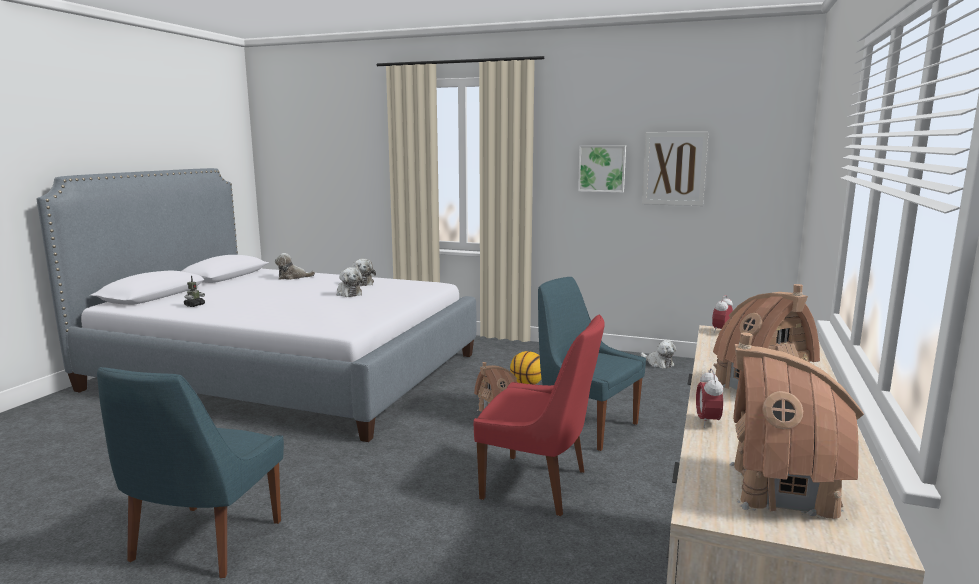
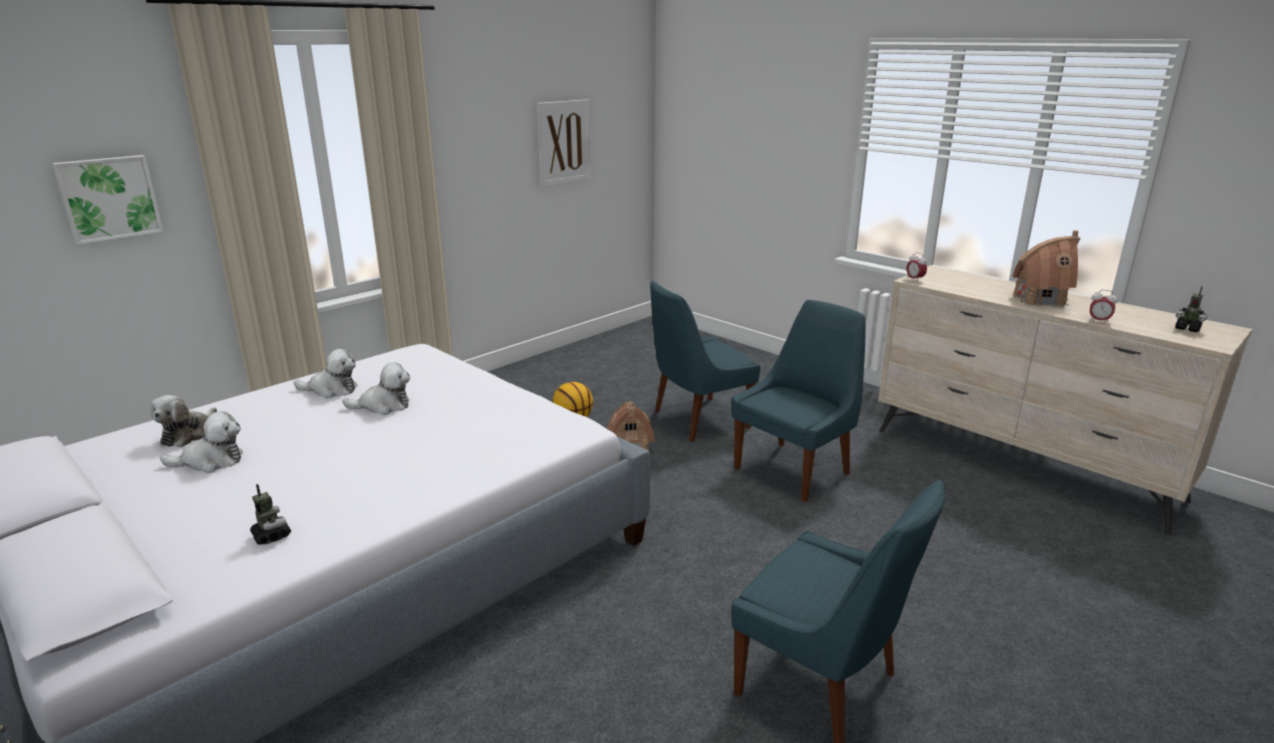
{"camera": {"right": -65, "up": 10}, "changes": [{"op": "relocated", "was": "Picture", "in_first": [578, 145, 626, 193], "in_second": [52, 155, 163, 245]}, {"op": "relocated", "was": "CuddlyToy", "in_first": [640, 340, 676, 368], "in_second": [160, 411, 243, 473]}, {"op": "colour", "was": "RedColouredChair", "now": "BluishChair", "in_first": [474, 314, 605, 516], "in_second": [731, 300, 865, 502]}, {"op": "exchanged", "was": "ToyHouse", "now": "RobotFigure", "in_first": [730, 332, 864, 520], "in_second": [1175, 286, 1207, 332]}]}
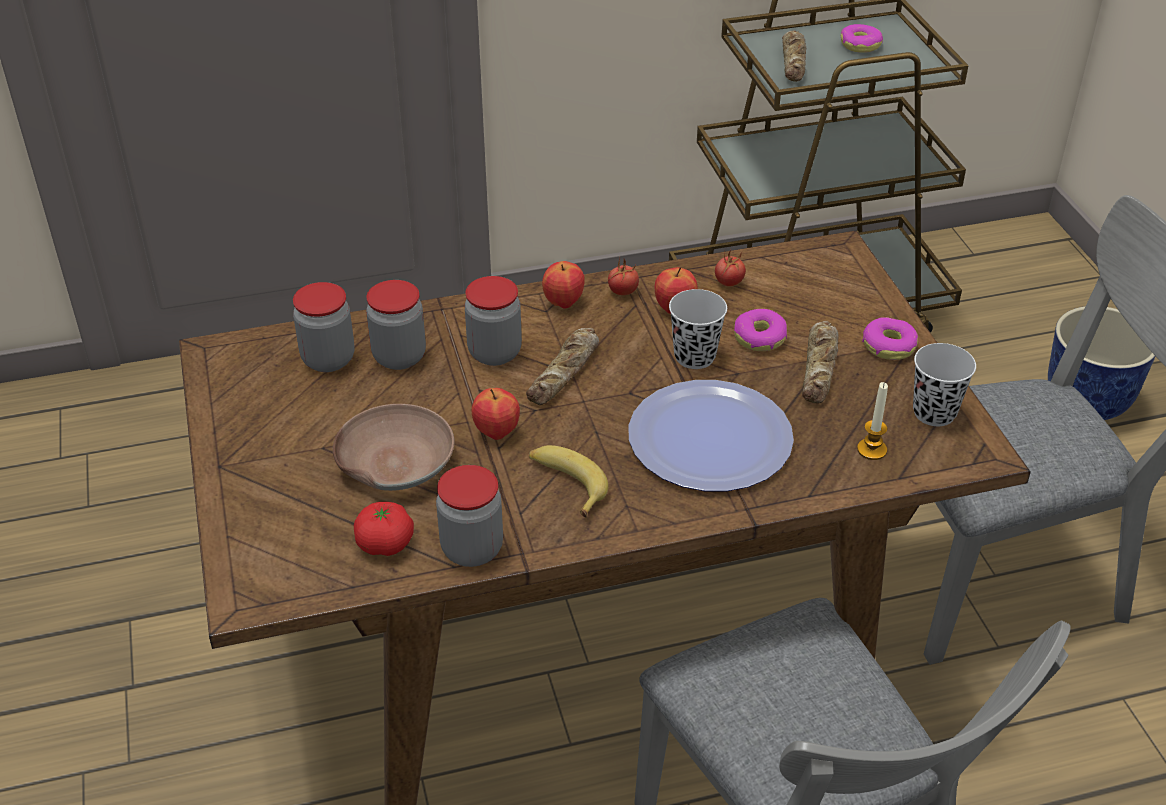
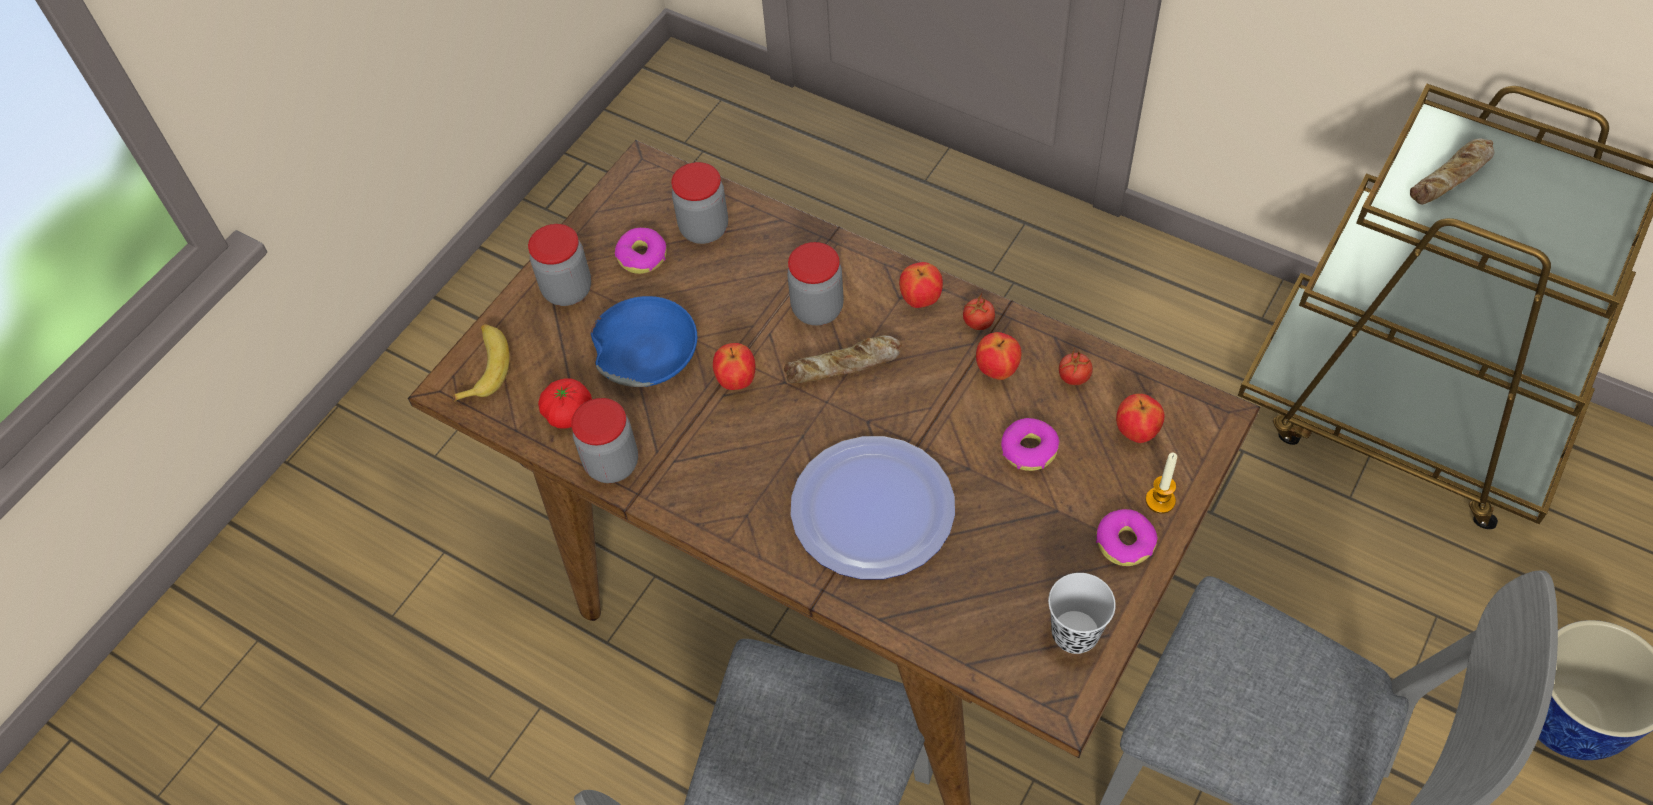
{"camera": {"right": 50, "up": 15}, "changes": [{"op": "relocated", "was": "WholeBanana", "in_first": [529, 445, 608, 517], "in_second": [453, 324, 510, 402]}, {"op": "relocated", "was": "PreserveJar", "in_first": [366, 280, 426, 370], "in_second": [528, 224, 591, 306]}, {"op": "colour", "was": "BrownColouredDeepDish", "now": "BluishDeepDish", "in_first": [333, 404, 454, 491], "in_second": [591, 296, 697, 387]}, {"op": "relocated", "was": "RingDoughnut", "in_first": [841, 24, 883, 53], "in_second": [615, 228, 667, 274]}, {"op": "appeared", "now": "Apple", "in_second": [1116, 394, 1165, 443]}, {"op": "relocated", "was": "WaxCandle", "in_first": [857, 382, 888, 460], "in_second": [1145, 453, 1177, 513]}, {"op": "missing", "was": "BlackColouredDrinkingCup", "in_first": [669, 289, 727, 369]}, {"op": "missing", "was": "BakeryBread", "in_first": [802, 321, 839, 404]}]}
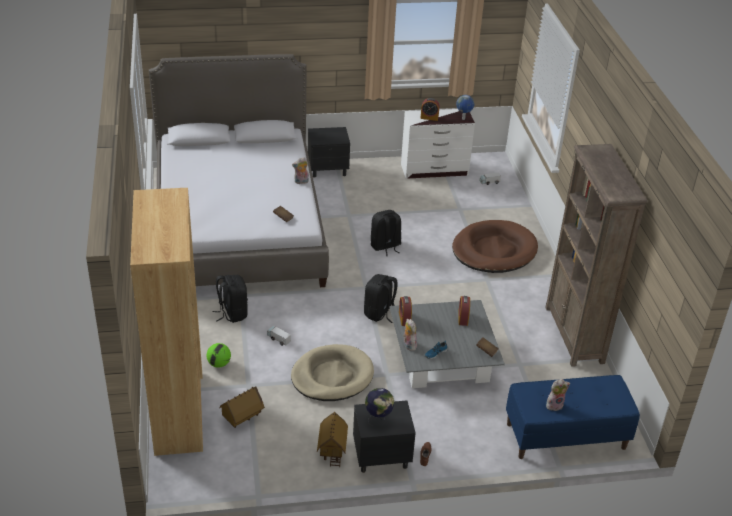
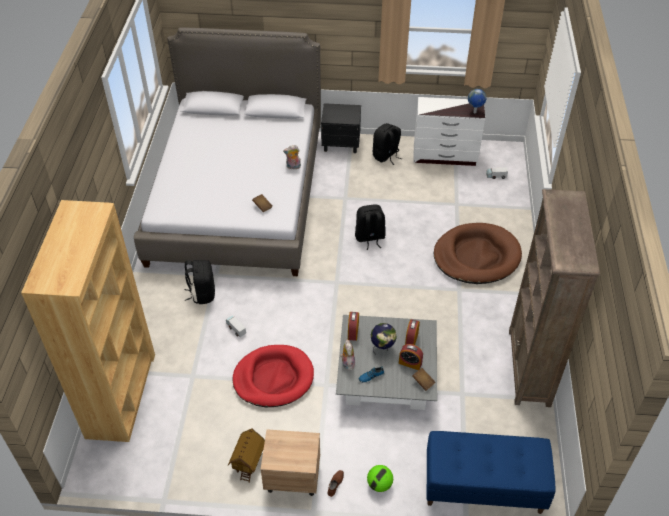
{"camera": {"right": 15, "up": 10}, "changes": [{"op": "colour", "was": "SandColouredPetBed", "now": "RedColouredPetBed", "in_first": [291, 344, 374, 401], "in_second": [233, 345, 314, 407]}, {"op": "colour", "was": "BlackColouredNightTable", "now": "SandColouredNightTable", "in_first": [353, 401, 416, 473], "in_second": [260, 429, 320, 496]}, {"op": "relocated", "was": "Football", "in_first": [207, 343, 231, 368], "in_second": [367, 465, 393, 492]}, {"op": "relocated", "was": "Globe", "in_first": [365, 388, 394, 426], "in_second": [371, 323, 397, 355]}, {"op": "relocated", "was": "BlackColouredRucksack", "in_first": [364, 274, 398, 323], "in_second": [373, 123, 402, 165]}, {"op": "relocated", "was": "TableClock", "in_first": [420, 98, 440, 121], "in_second": [399, 344, 423, 370]}, {"op": "missing", "was": "ToyHouse", "in_first": [219, 386, 265, 428]}, {"op": "missing", "was": "CuddlyToy", "in_first": [546, 379, 570, 411]}]}
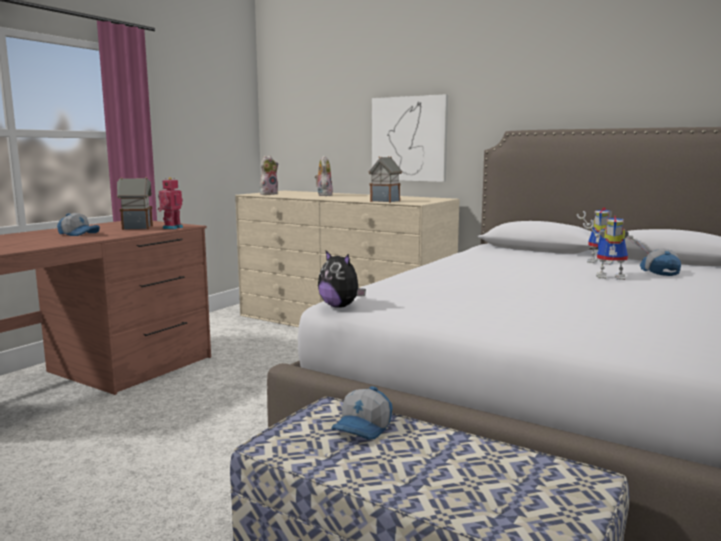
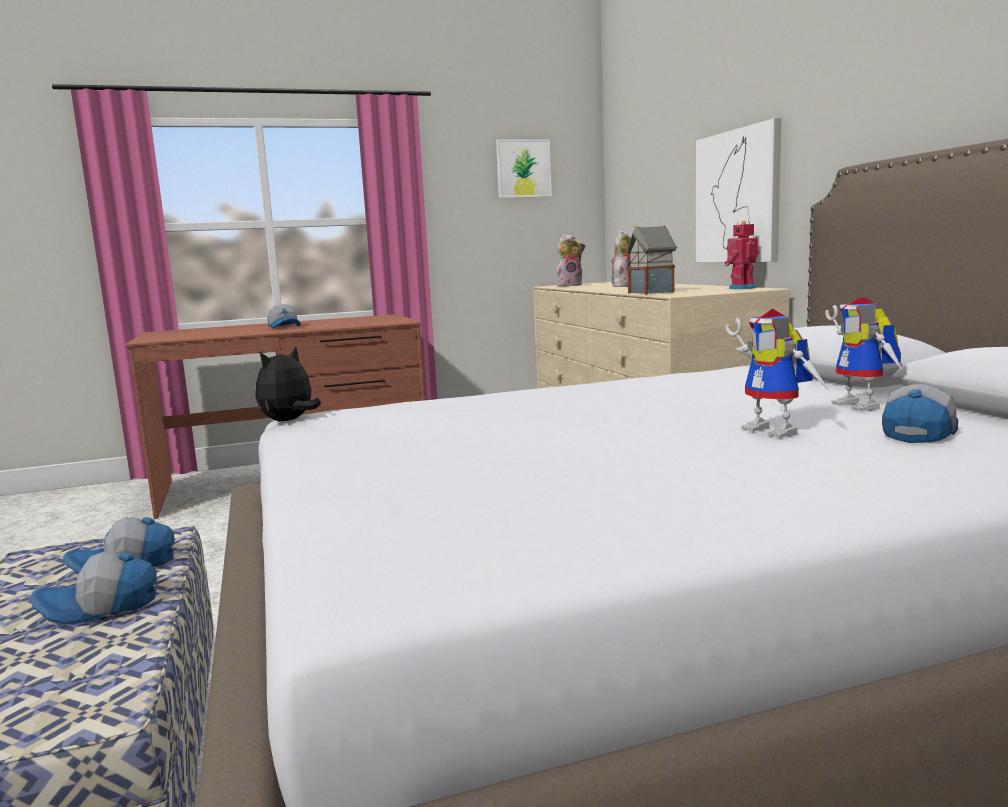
{"camera": {"right": 40, "up": 0}, "changes": [{"op": "appeared", "now": "PeakedCap", "in_second": [30, 551, 157, 625]}, {"op": "spun", "was": "CuddlyToy", "in_first": [318, 251, 366, 308], "in_second": [255, 347, 321, 421], "clockwise": 45}, {"op": "appeared", "now": "Picture", "in_second": [496, 139, 552, 198]}, {"op": "relocated", "was": "RobotFigure", "in_first": [158, 177, 183, 229], "in_second": [724, 221, 759, 289]}, {"op": "missing", "was": "ToyHouse", "in_first": [117, 177, 153, 230]}]}
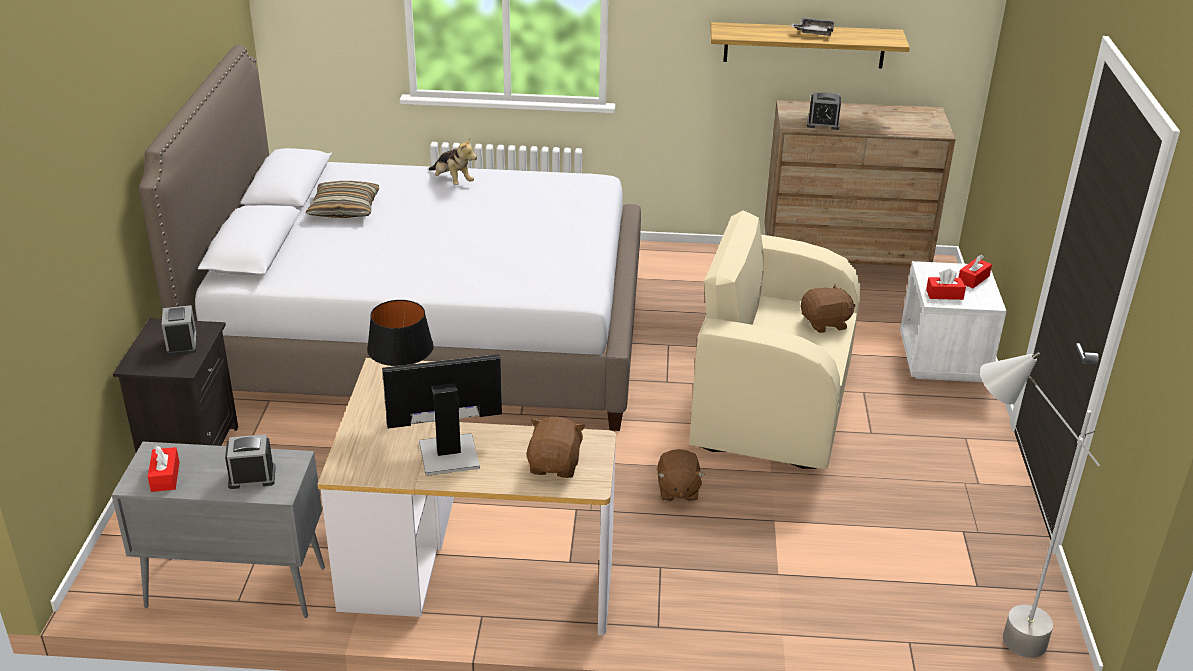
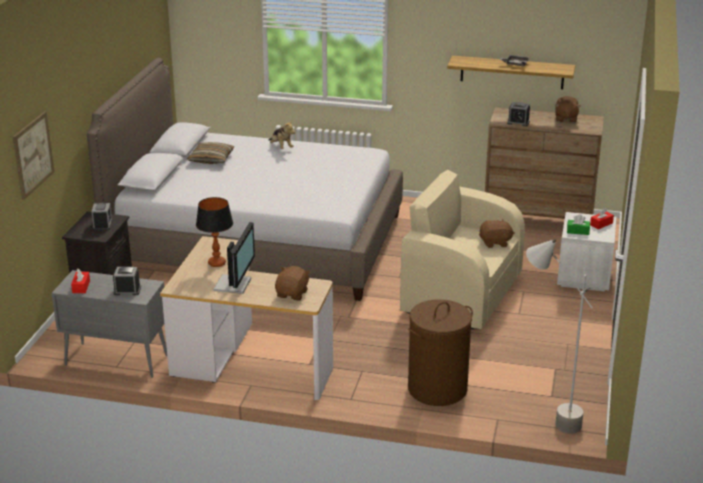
{"camera": {"right": 10, "up": -5}, "changes": [{"op": "appeared", "now": "Picture", "in_second": [13, 111, 55, 200]}, {"op": "spun", "was": "ComputerDisplay", "in_first": [382, 354, 502, 476], "in_second": [214, 222, 255, 294], "clockwise": 105}, {"op": "appeared", "now": "BrownColouredWashingBasket", "in_second": [408, 299, 473, 406]}, {"op": "relocated", "was": "BrownColouredCuddlyToy", "in_first": [657, 449, 705, 501], "in_second": [555, 96, 581, 123]}, {"op": "colour", "was": "RedColouredTissueHolder", "now": "GreenColouredTissueHolder", "in_first": [926, 269, 966, 300], "in_second": [567, 215, 590, 235]}]}
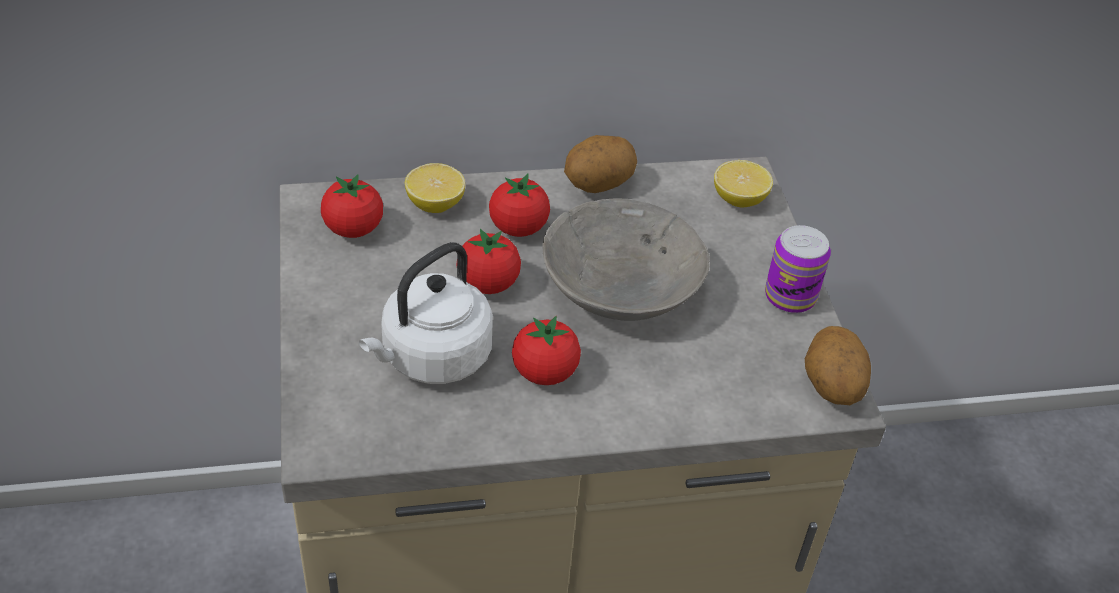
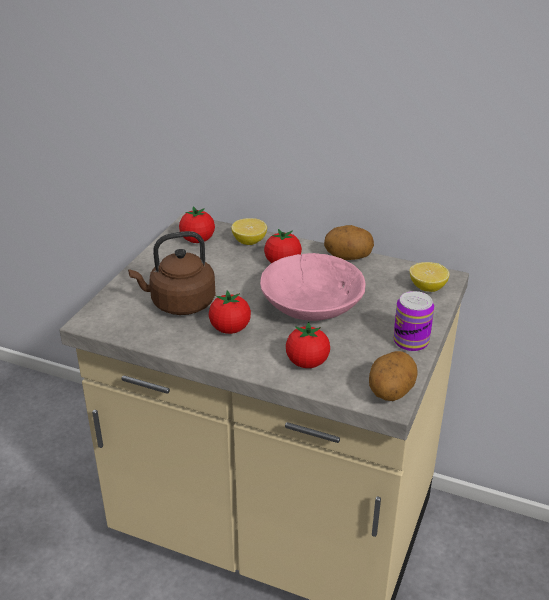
{"camera": {"right": 35, "up": -10}, "changes": [{"op": "colour", "was": "WhitishKettle", "now": "BrownColouredKettle", "in_first": [359, 242, 493, 384], "in_second": [128, 231, 216, 315]}, {"op": "colour", "was": "GreyishDeepDish", "now": "PinkDeepDish", "in_first": [542, 198, 710, 321], "in_second": [260, 253, 366, 321]}, {"op": "relocated", "was": "FreshTomato", "in_first": [456, 229, 521, 294], "in_second": [286, 322, 330, 368]}]}
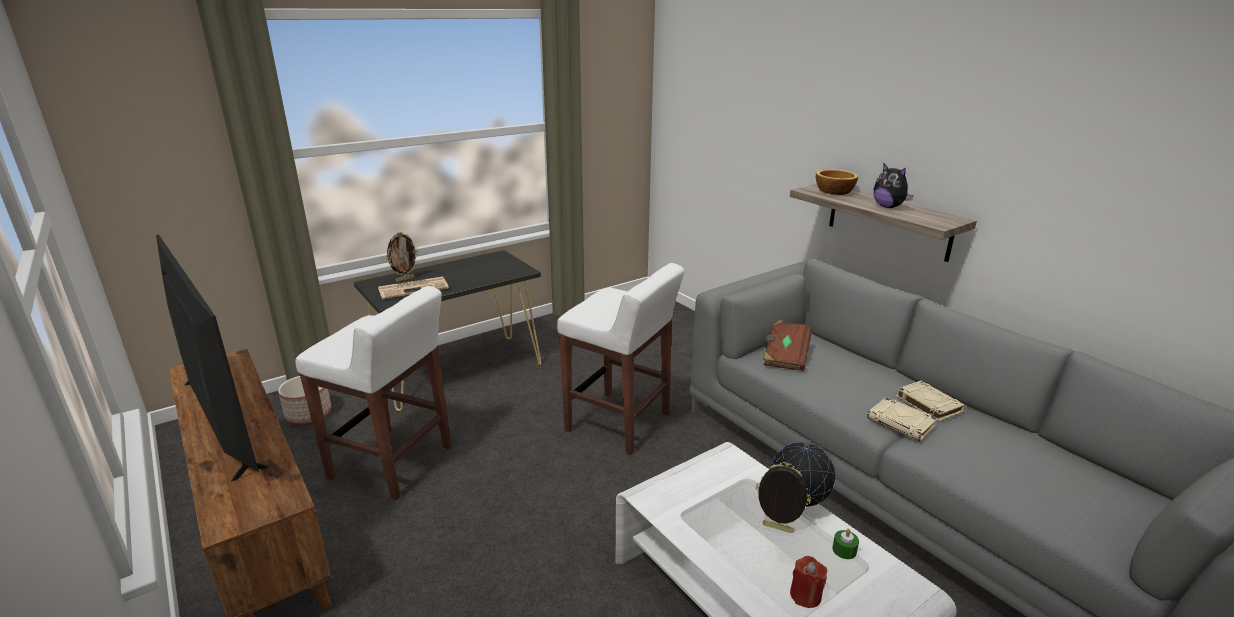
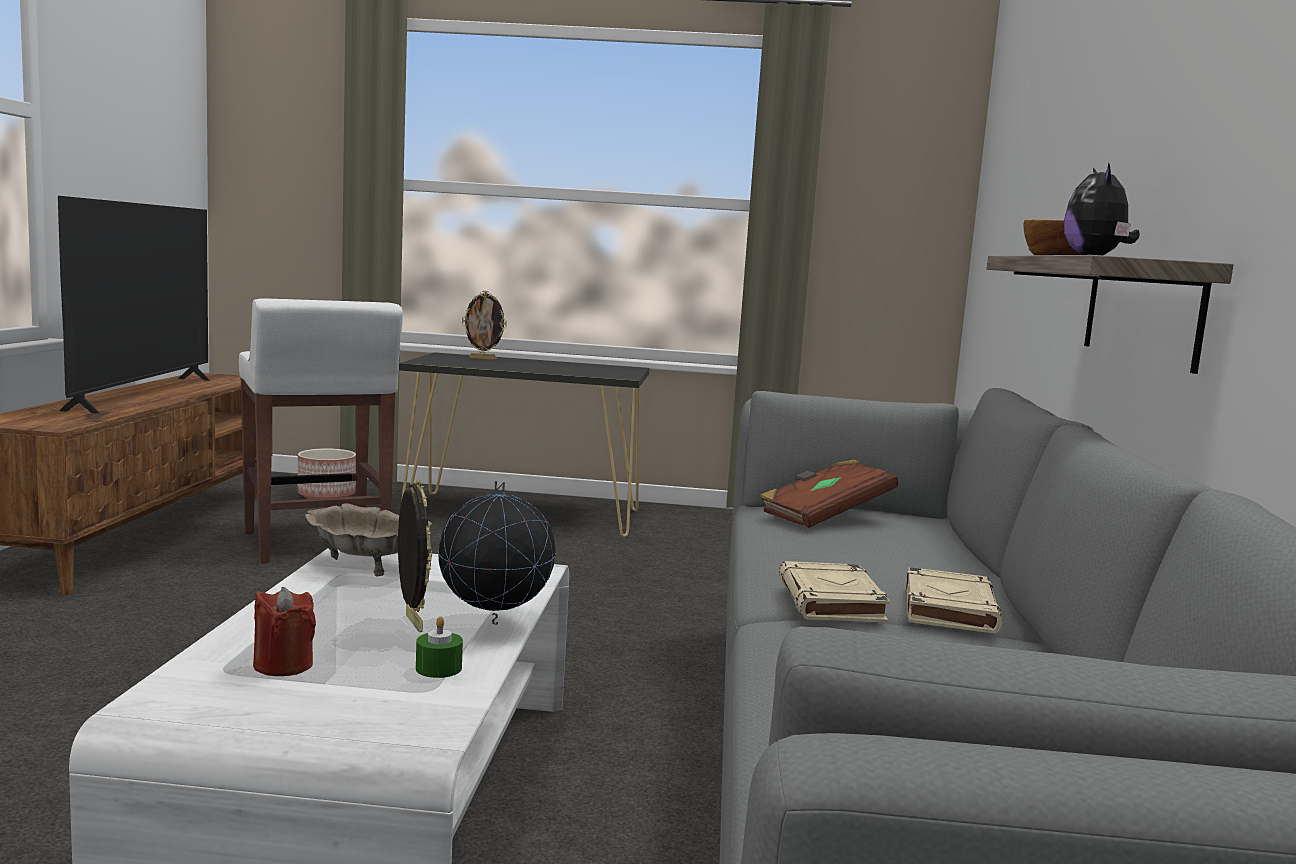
{"camera": {"right": 40, "up": -15}, "changes": [{"op": "appeared", "now": "SandColouredDeepDish", "in_second": [305, 503, 432, 576]}, {"op": "missing", "was": "Newspaper", "in_first": [378, 277, 449, 299]}, {"op": "missing", "was": "WhitishStoolSeat", "in_first": [557, 263, 684, 455]}]}
